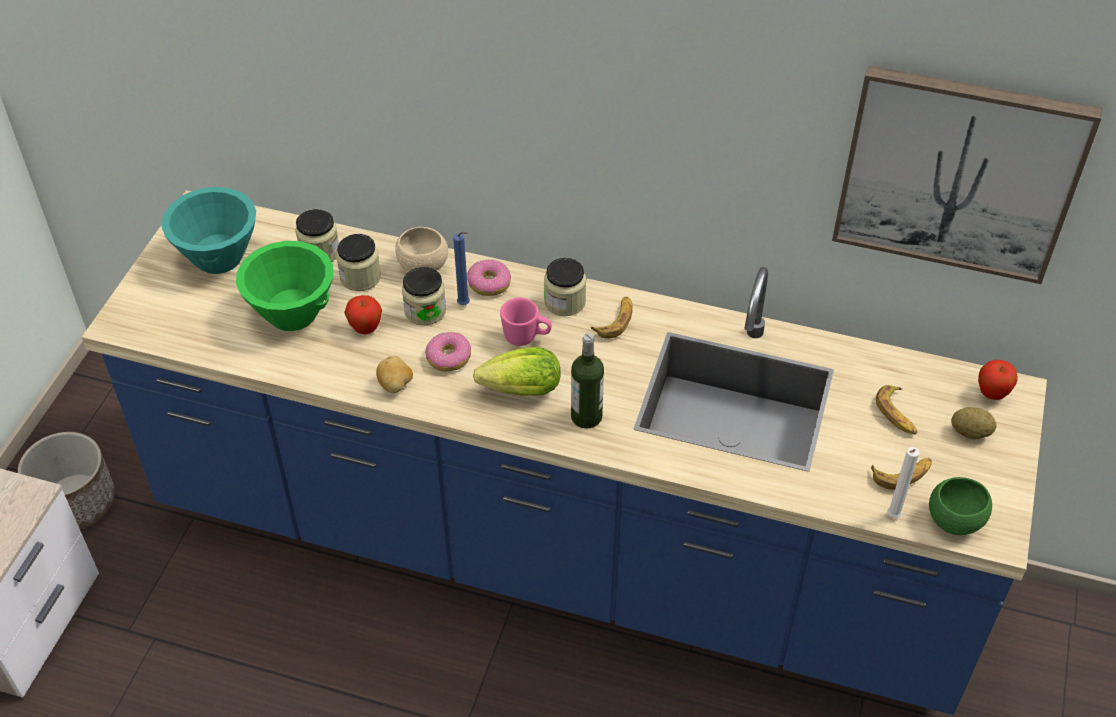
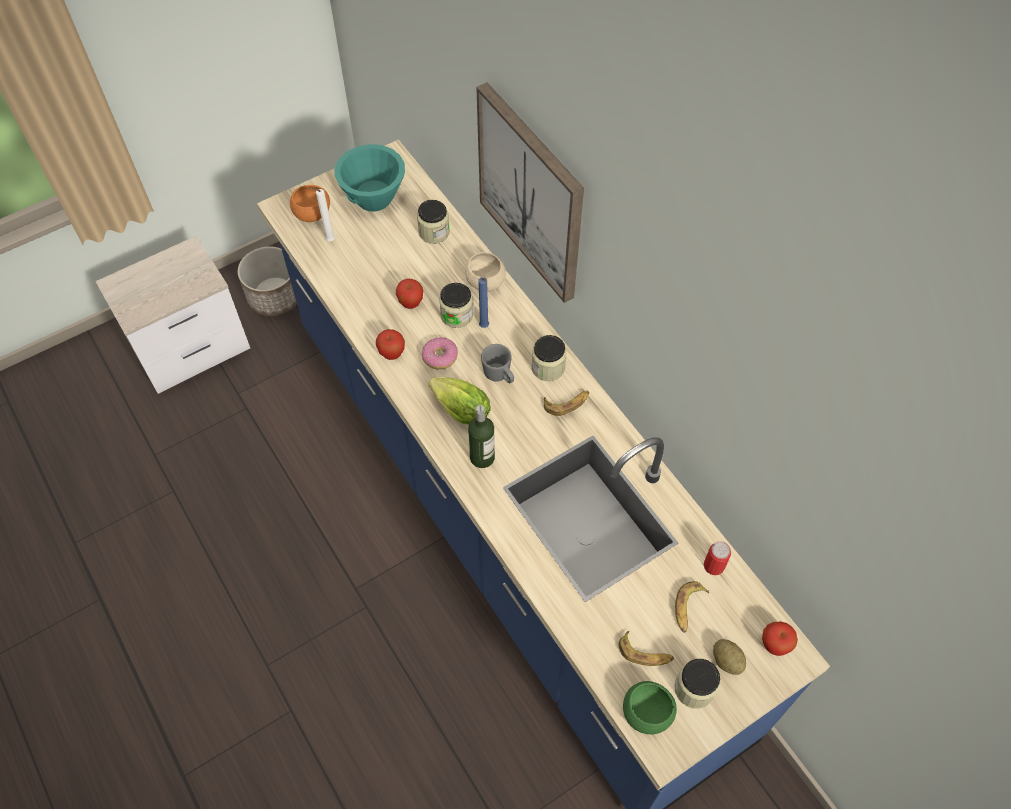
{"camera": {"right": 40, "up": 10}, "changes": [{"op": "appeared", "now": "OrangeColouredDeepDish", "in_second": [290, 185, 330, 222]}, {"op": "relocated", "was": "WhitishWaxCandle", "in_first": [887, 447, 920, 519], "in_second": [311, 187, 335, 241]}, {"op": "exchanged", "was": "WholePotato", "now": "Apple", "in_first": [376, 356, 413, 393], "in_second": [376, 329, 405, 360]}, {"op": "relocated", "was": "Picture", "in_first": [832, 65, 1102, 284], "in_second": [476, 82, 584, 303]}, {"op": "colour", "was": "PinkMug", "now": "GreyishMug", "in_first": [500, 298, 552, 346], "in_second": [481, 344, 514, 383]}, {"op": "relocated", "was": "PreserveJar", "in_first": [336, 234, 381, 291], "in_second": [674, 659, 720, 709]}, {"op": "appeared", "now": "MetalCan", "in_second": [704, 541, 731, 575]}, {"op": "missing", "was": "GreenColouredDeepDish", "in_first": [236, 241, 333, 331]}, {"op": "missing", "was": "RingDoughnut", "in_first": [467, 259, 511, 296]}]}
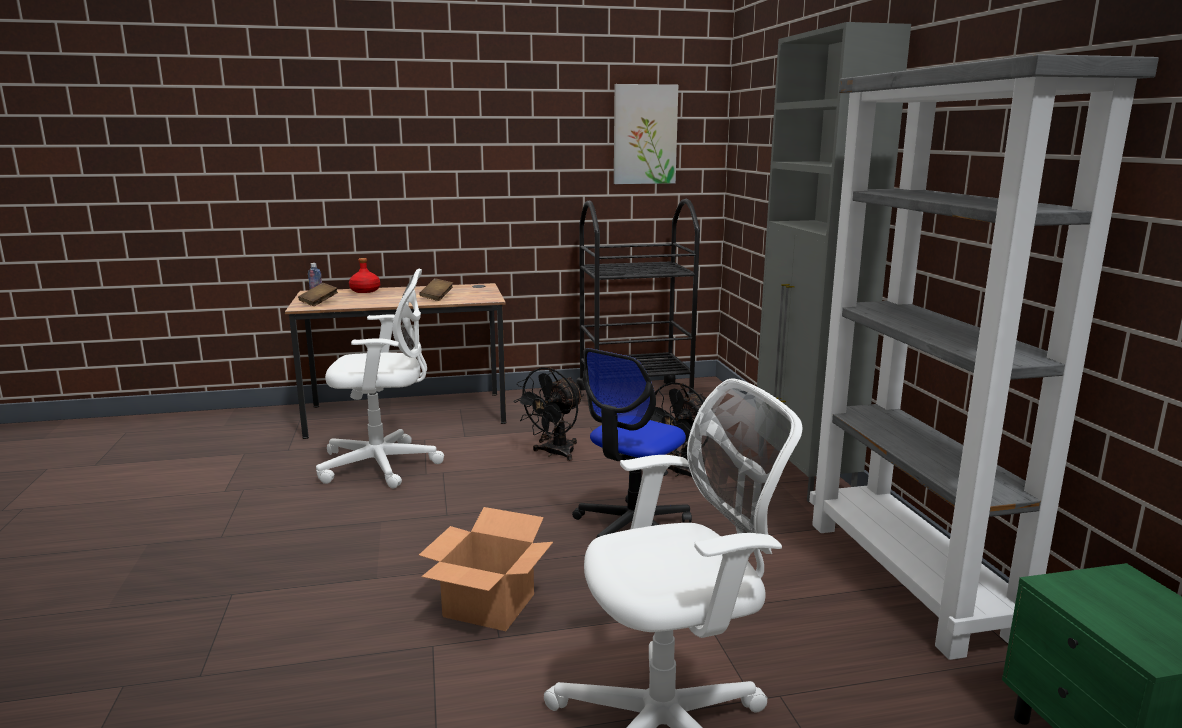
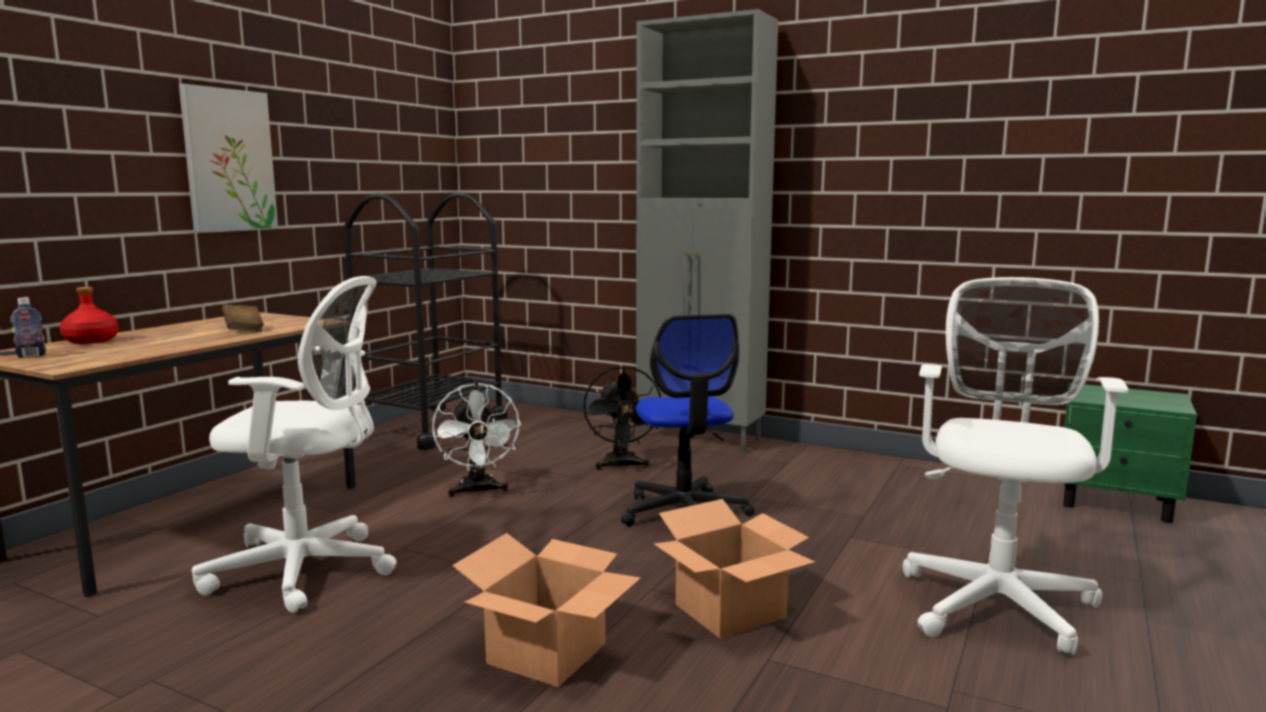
{"camera": {"right": -50, "up": -5}, "changes": [{"op": "relocated", "was": "Picture", "in_first": [614, 84, 678, 184], "in_second": [179, 84, 278, 232]}, {"op": "spun", "was": "WhitishDeskChair", "in_first": [316, 269, 444, 489], "in_second": [192, 276, 397, 613], "clockwise": 60}, {"op": "colour", "was": "BlackColouredFan", "now": "WhitishFan", "in_first": [513, 367, 584, 461], "in_second": [432, 382, 521, 497]}, {"op": "appeared", "now": "PackingBox", "in_second": [452, 533, 641, 687]}, {"op": "missing", "was": "BrownColouredVolume", "in_first": [298, 283, 338, 306]}, {"op": "missing", "was": "GreyishShelvingUnit", "in_first": [809, 54, 1159, 660]}]}
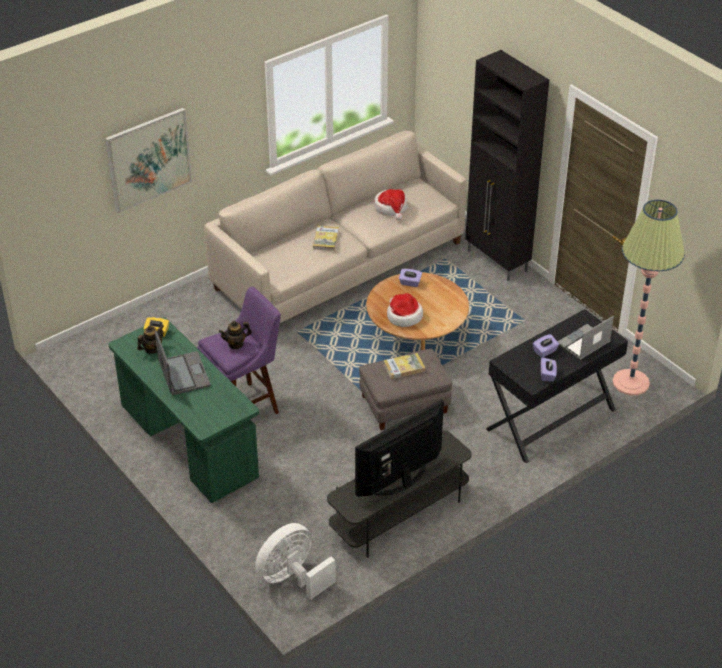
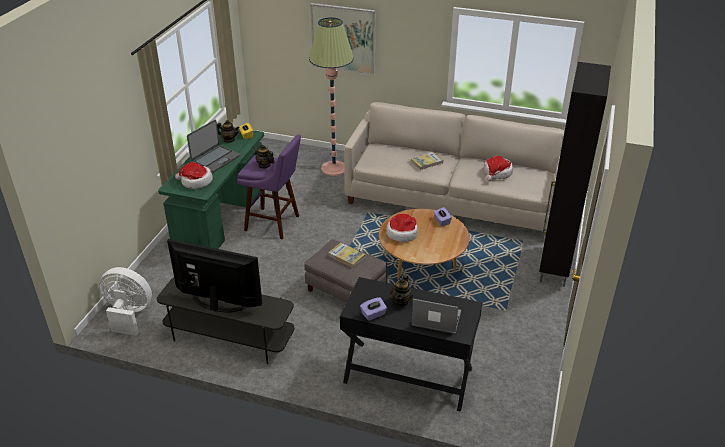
{"camera": {"right": 55, "up": -5}, "changes": [{"op": "appeared", "now": "ClothingHat", "in_second": [175, 162, 213, 189]}, {"op": "relocated", "was": "StandardLamp", "in_first": [613, 200, 685, 395], "in_second": [309, 17, 354, 176]}, {"op": "exchanged", "was": "PurpleTissueHolder", "now": "Teapot", "in_first": [533, 334, 559, 358], "in_second": [391, 275, 413, 307]}]}
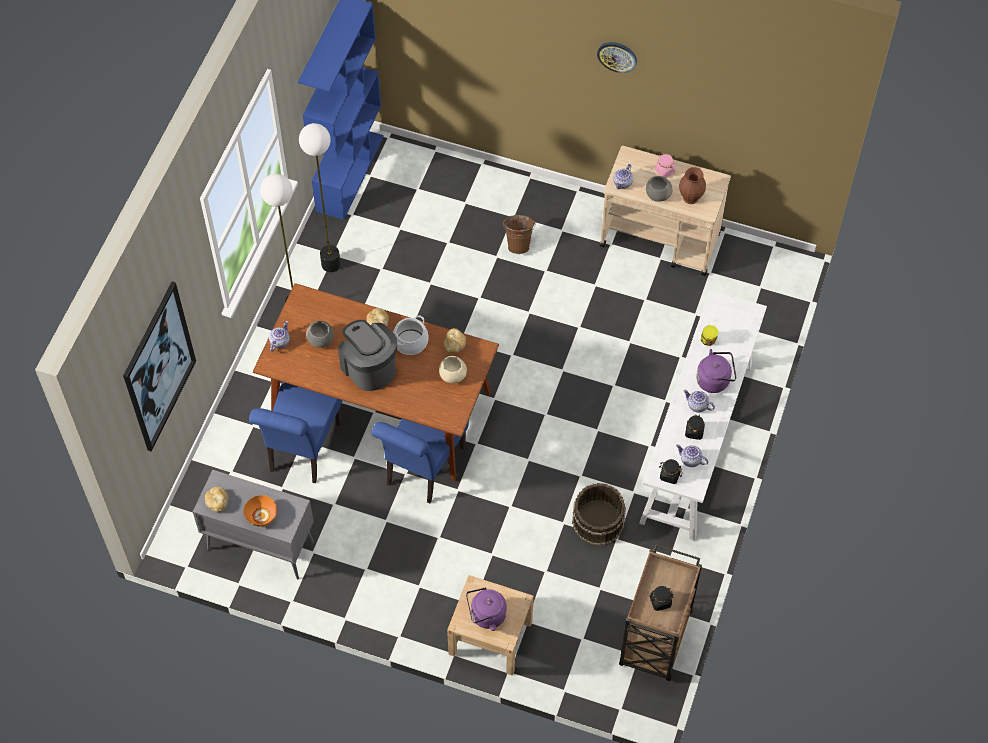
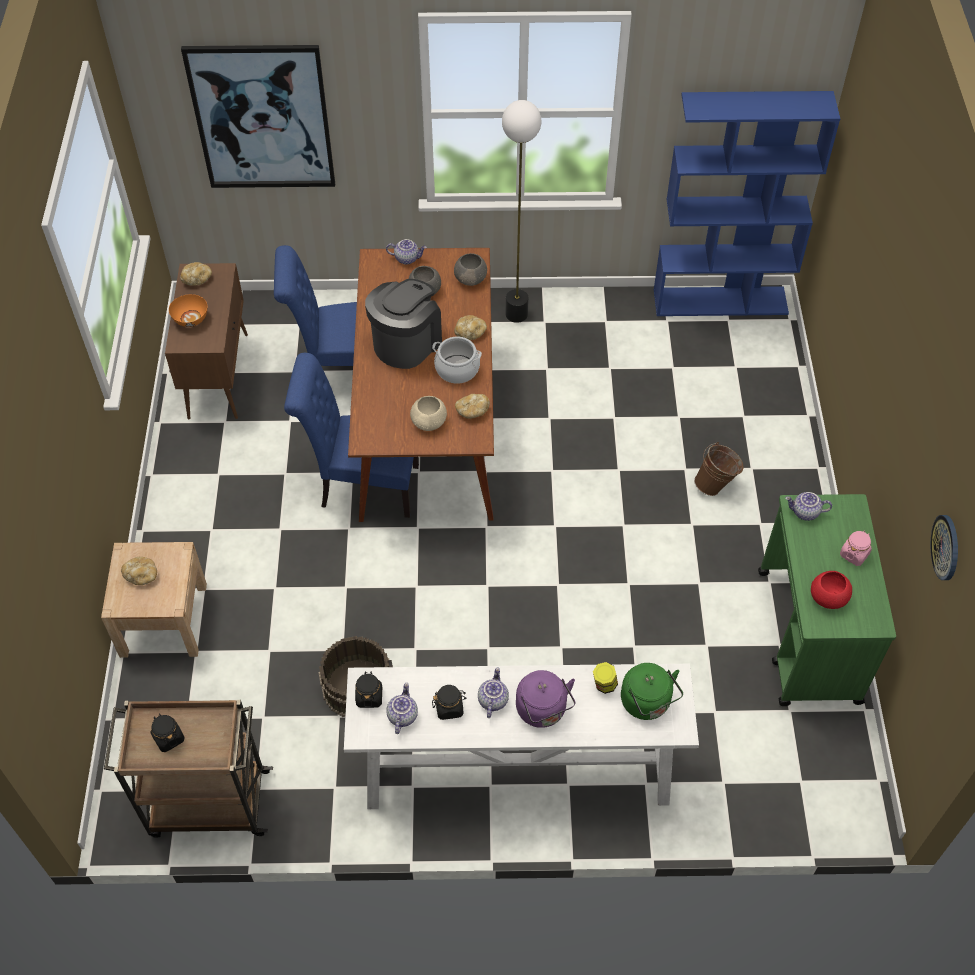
{"camera": {"right": 70, "up": -5}, "changes": [{"op": "exchanged", "was": "PurpleKettle", "now": "BakeryBread", "in_first": [466, 587, 507, 631], "in_second": [121, 557, 157, 585]}, {"op": "colour", "was": "GreyishCupboard", "now": "BrownColouredCupboard", "in_first": [193, 470, 315, 579], "in_second": [165, 263, 248, 419]}, {"op": "relocated", "was": "GreyishDeepDish", "in_first": [646, 176, 672, 202], "in_second": [454, 253, 487, 286]}, {"op": "appeared", "now": "GreenColouredKettle", "in_second": [621, 663, 683, 720]}, {"op": "colour", "was": "SandColouredCart", "now": "GreenColouredCart", "in_first": [600, 146, 731, 276], "in_second": [758, 494, 896, 706]}, {"op": "exchanged", "was": "BrownColouredDecorativeVase", "now": "RedColouredDeepDish", "in_first": [679, 167, 706, 204], "in_second": [811, 571, 852, 609]}, {"op": "relocated", "was": "HangingClock", "in_first": [597, 42, 637, 73], "in_second": [931, 515, 958, 580]}, {"op": "missing", "was": "StandardLamp", "in_first": [299, 123, 341, 272]}]}
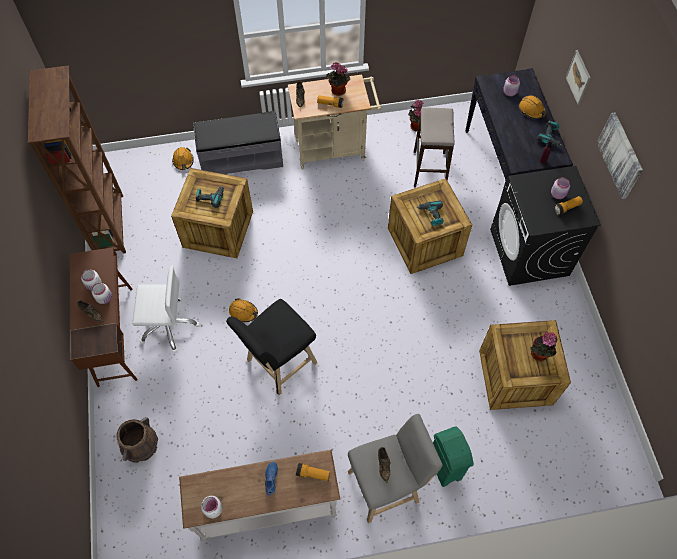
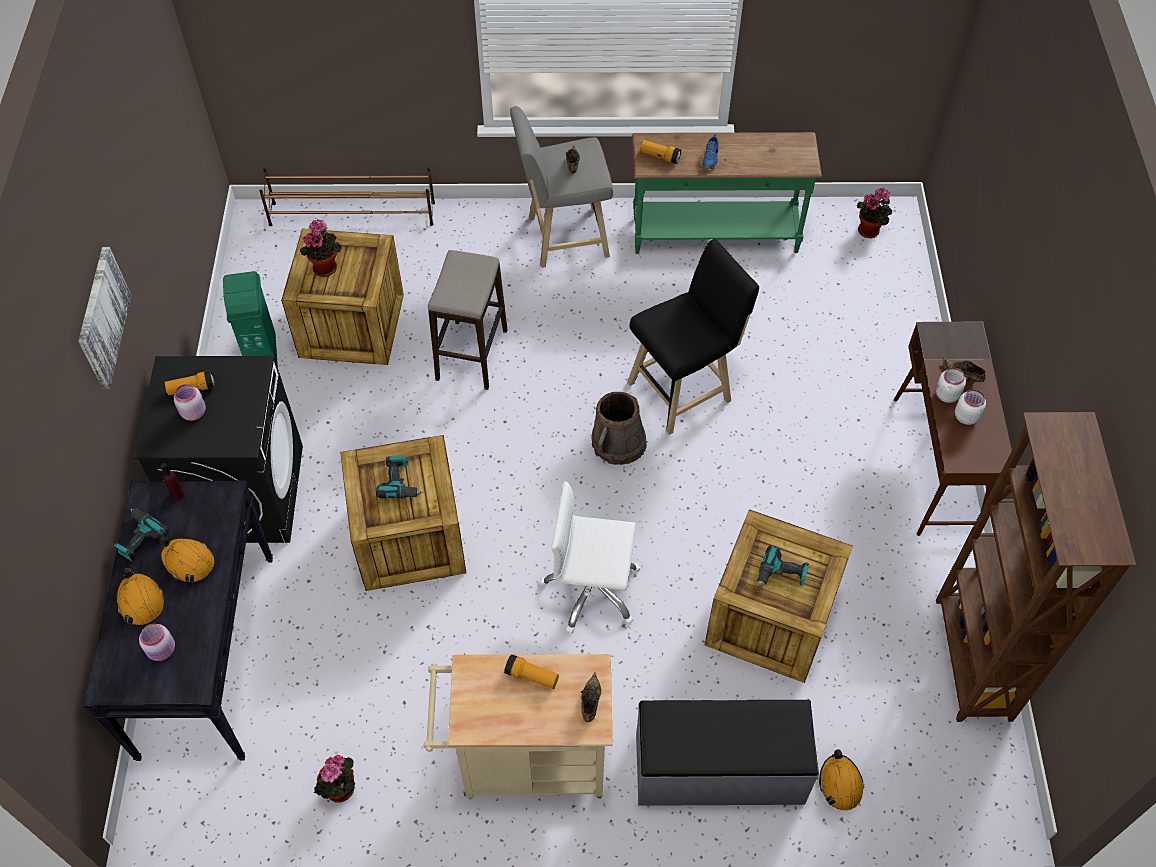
{"camera": {"right": -170, "up": -5}, "changes": [{"op": "relocated", "was": "OrangeColouredHardHat", "in_first": [229, 298, 258, 322], "in_second": [160, 537, 214, 583]}, {"op": "relocated", "was": "GreenColouredTrashCan", "in_first": [433, 426, 474, 487], "in_second": [223, 271, 278, 367]}, {"op": "appeared", "now": "BrownColouredShoeRack", "in_second": [259, 168, 435, 226]}, {"op": "relocated", "was": "StoolSeat", "in_first": [414, 108, 455, 188], "in_second": [428, 250, 508, 390]}, {"op": "relocated", "was": "WhitishDeskChair", "in_first": [133, 265, 200, 353], "in_second": [540, 481, 641, 634]}, {"op": "relocated", "was": "BrownColouredPail", "in_first": [117, 417, 158, 463], "in_second": [591, 392, 647, 465]}, {"op": "colour", "was": "WhitishHallTable", "now": "GreenColouredHallTable", "in_first": [179, 450, 340, 542], "in_second": [632, 132, 822, 254]}, {"op": "relocated", "was": "PlantInAPot", "in_first": [326, 62, 350, 96], "in_second": [857, 188, 892, 238]}, {"op": "missing", "was": "WhitishPreserveJar", "in_first": [201, 496, 223, 518]}, {"op": "missing", "was": "Picture", "in_first": [566, 50, 591, 105]}]}
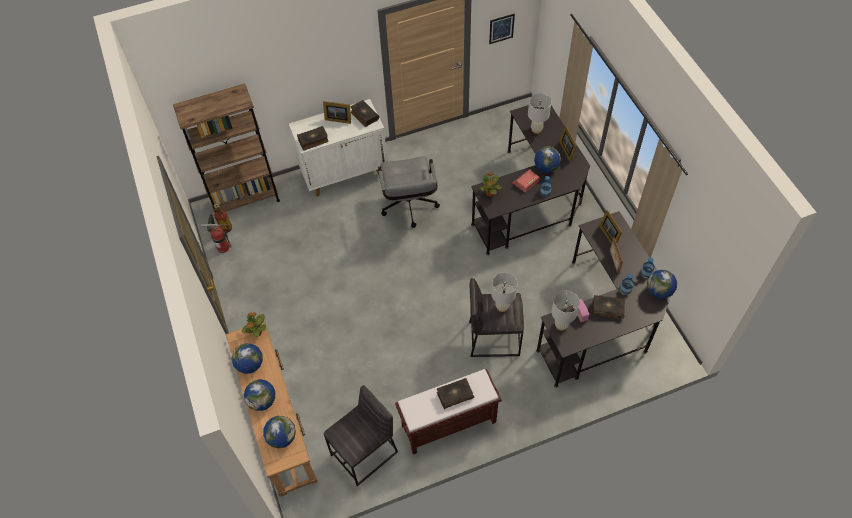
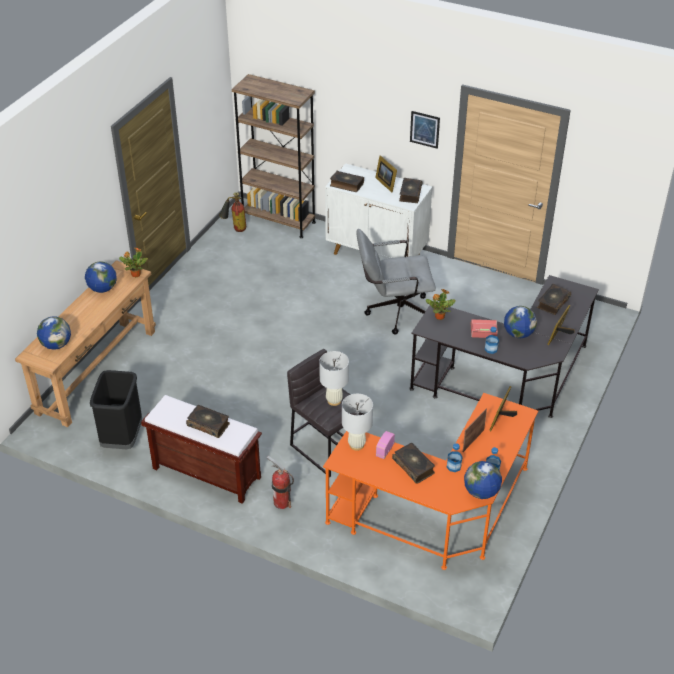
{"camera": {"right": 45, "up": -15}, "changes": [{"op": "exchanged", "was": "GreyishStoolSeat", "now": "BlackColouredTrashCan", "in_first": [324, 385, 398, 486], "in_second": [90, 370, 142, 449]}, {"op": "relocated", "was": "FireExtinguisher", "in_first": [201, 224, 232, 253], "in_second": [267, 456, 294, 509]}, {"op": "colour", "was": "BlackColouredDesk", "now": "OrangeColouredDesk", "in_first": [536, 211, 671, 388], "in_second": [323, 393, 538, 570]}, {"op": "spun", "was": "GreyishDeskChair", "in_first": [378, 156, 440, 228], "in_second": [356, 229, 436, 334], "clockwise": 45}, {"op": "relocated", "was": "Picture", "in_first": [489, 13, 515, 44], "in_second": [410, 111, 440, 149]}, {"op": "exchanged", "was": "WhitishTableLamp", "now": "Volume", "in_first": [528, 93, 551, 134], "in_second": [537, 284, 571, 315]}, {"op": "missing", "was": "Globe", "in_first": [244, 379, 275, 411]}]}
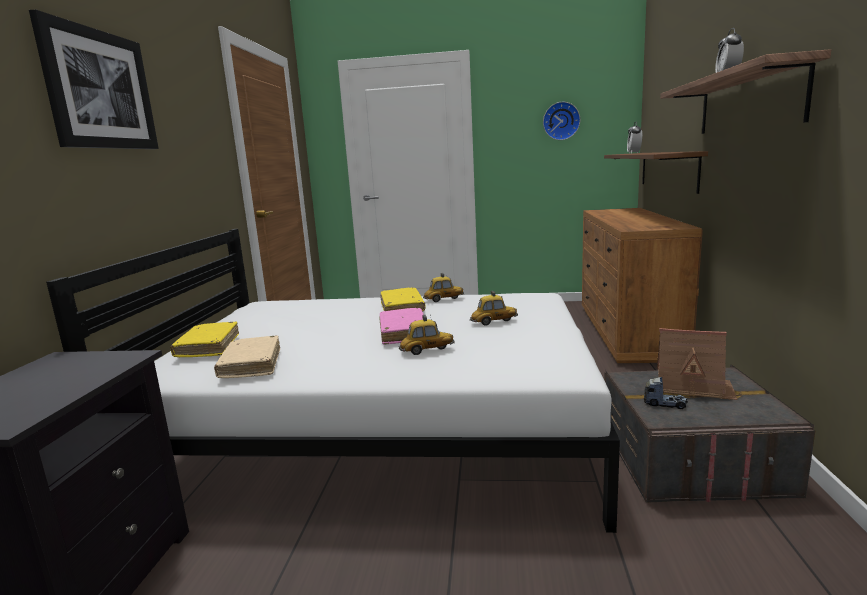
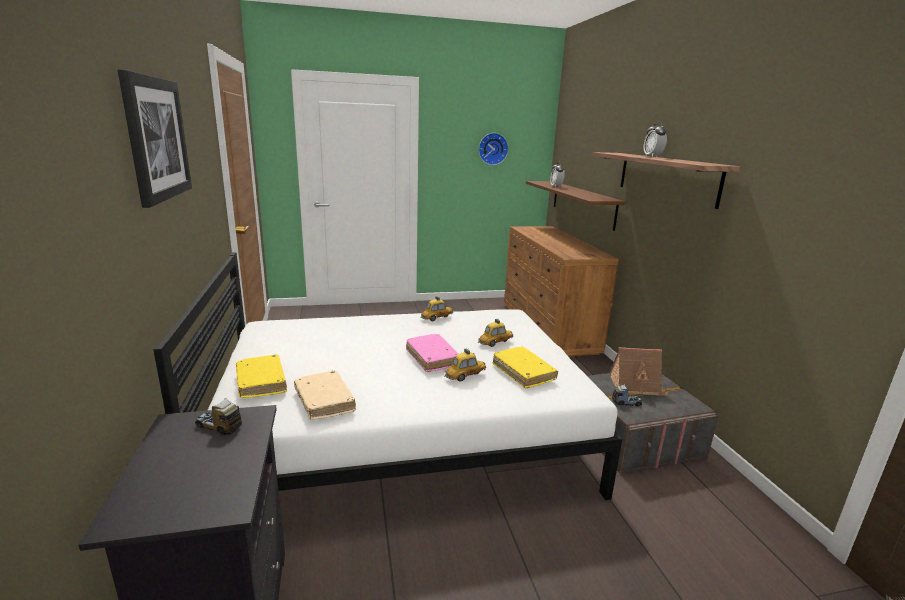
{"camera": {"right": -20, "up": 5}, "changes": [{"op": "appeared", "now": "ToyLorry", "in_second": [195, 398, 242, 435]}, {"op": "relocated", "was": "YellowColouredVolume", "in_first": [380, 288, 425, 312], "in_second": [493, 347, 558, 389]}]}
